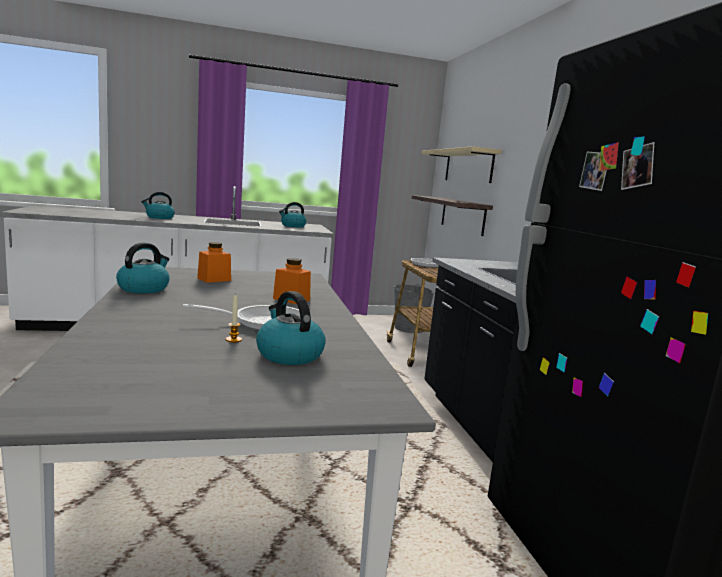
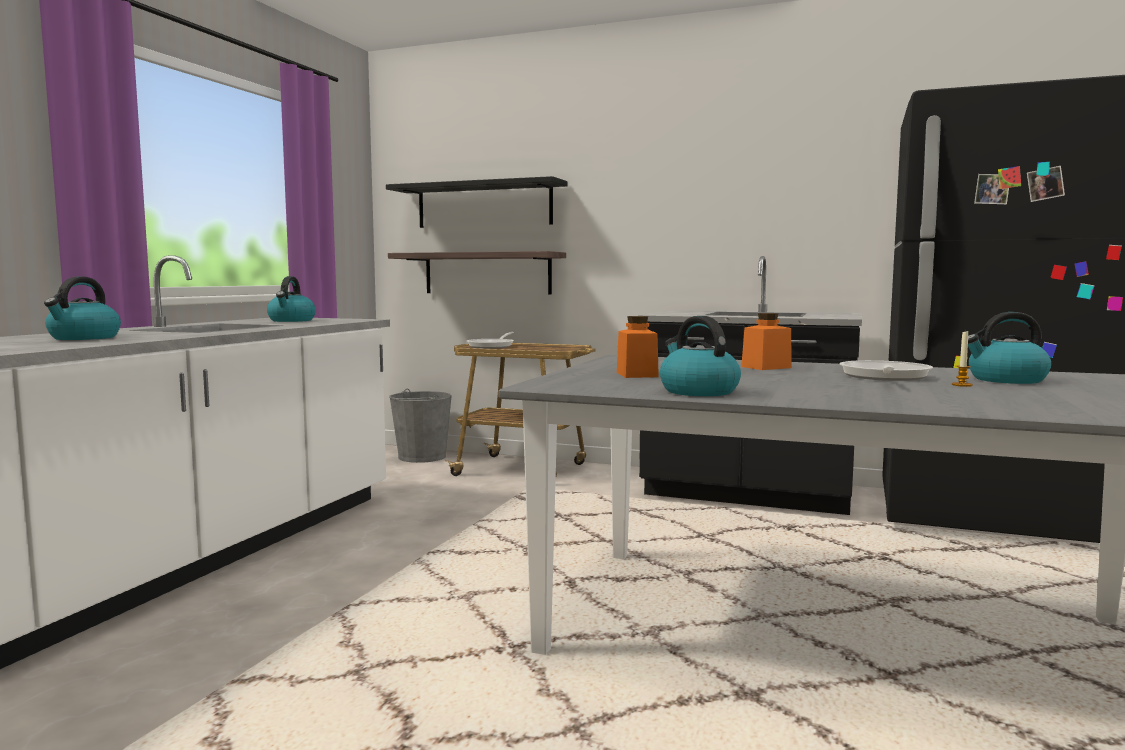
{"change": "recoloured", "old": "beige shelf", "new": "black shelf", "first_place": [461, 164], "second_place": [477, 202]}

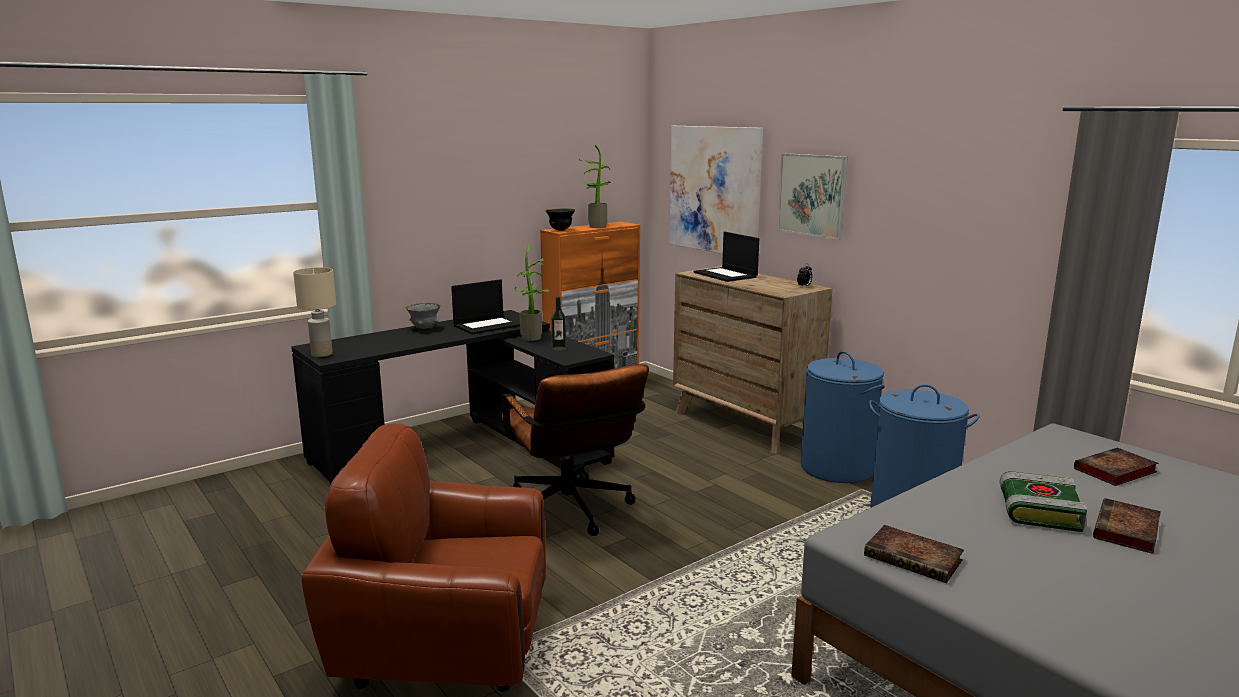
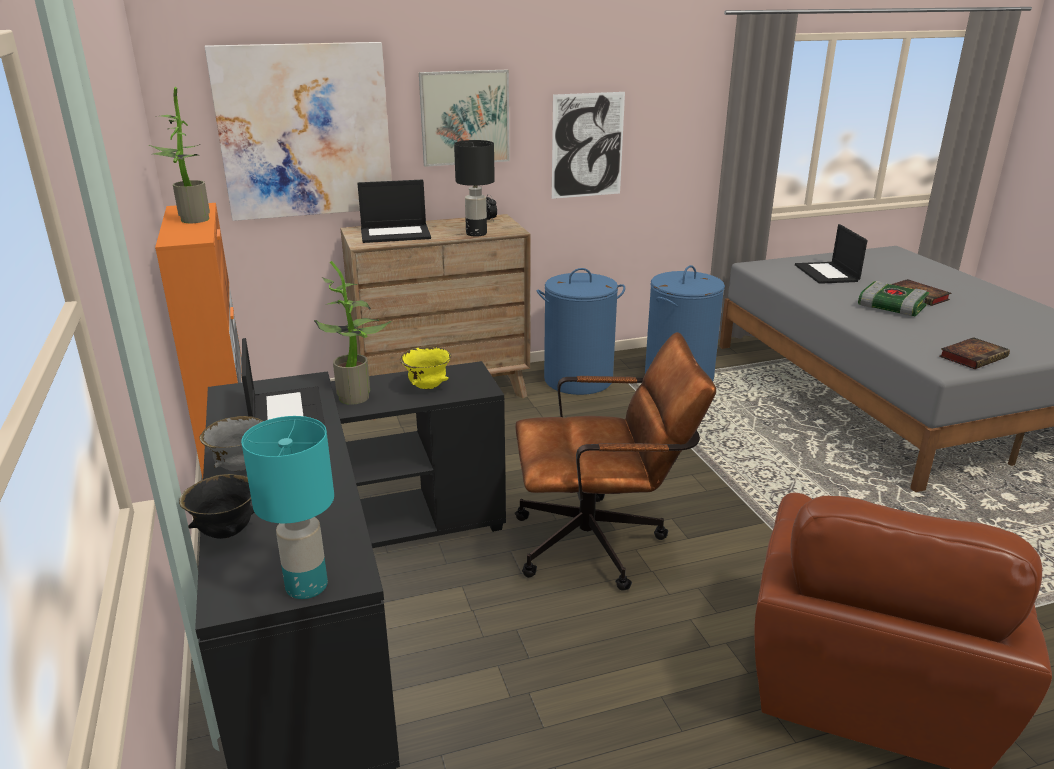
{"change": "moved", "old": "black bowl", "first_place": [560, 219], "second_place": [217, 506]}
{"change": "recoloured", "old": "beige table lamp", "new": "turquoise table lamp", "first_place": [314, 312], "second_place": [287, 507]}
{"change": "replaced", "old": "bottle", "new": "yellow bowl", "first_place": [558, 324], "second_place": [425, 367]}
{"change": "added", "new": "black table lamp", "second_place": [474, 188]}
{"change": "added", "new": "picture", "second_place": [588, 145]}
{"change": "replaced", "old": "book", "new": "laptop", "first_place": [1116, 467], "second_place": [831, 254]}

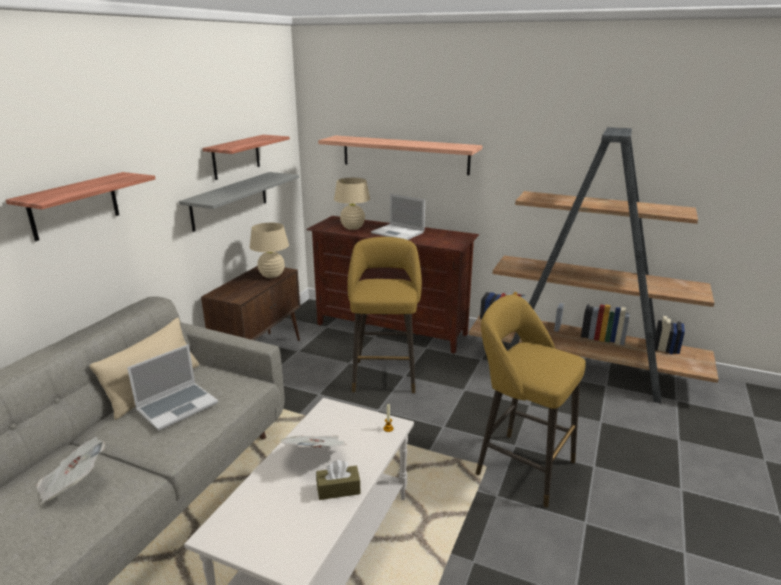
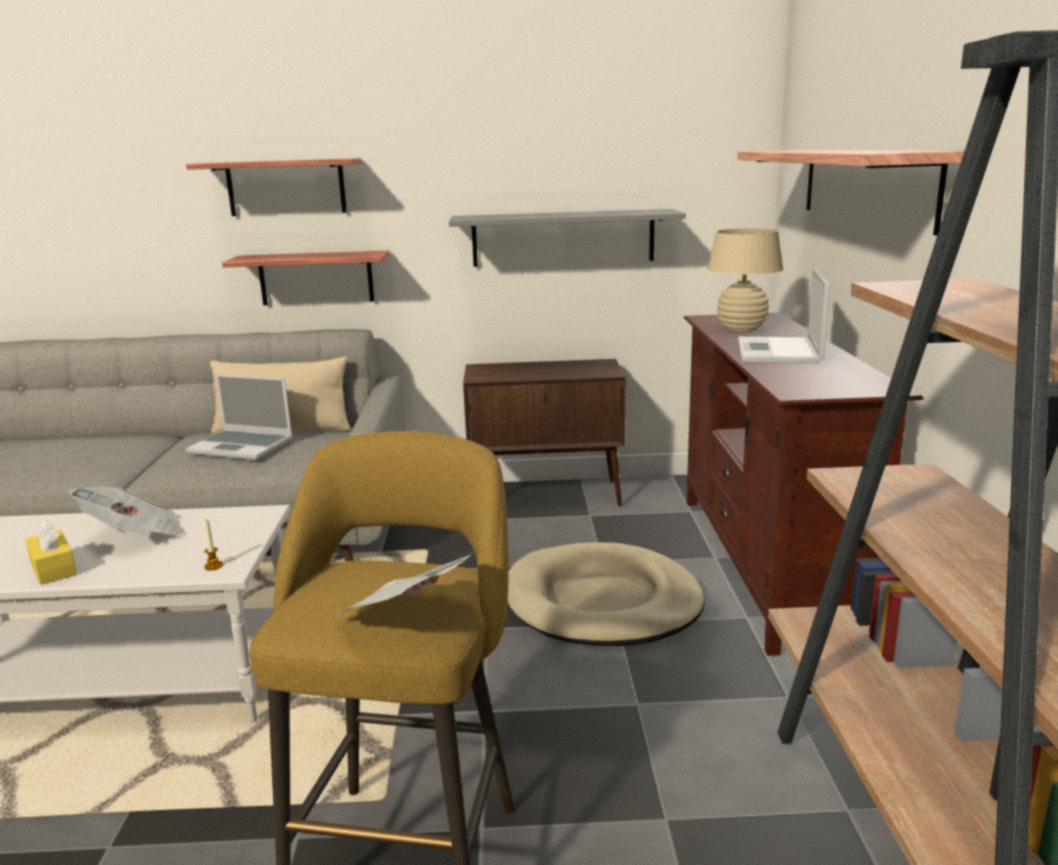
{"change": "recoloured", "old": "brown tissue box", "new": "yellow tissue box", "first_place": [338, 480], "second_place": [51, 552]}
{"change": "moved", "old": "shelf", "first_place": [246, 157], "second_place": [305, 278]}
{"change": "moved", "old": "newspaper", "first_place": [70, 470], "second_place": [409, 582]}
{"change": "replaced", "old": "yellow stool", "new": "beige dog bed", "first_place": [384, 315], "second_place": [606, 594]}
{"change": "removed", "old": "beige table lamp", "first_place": [269, 250]}

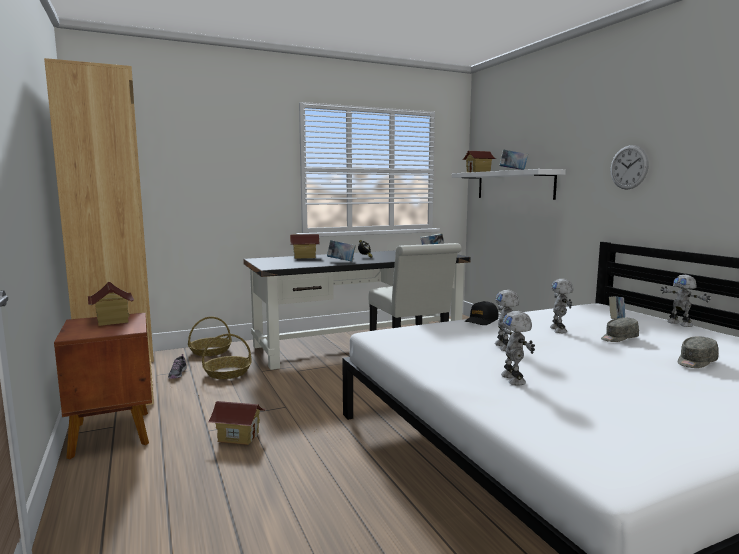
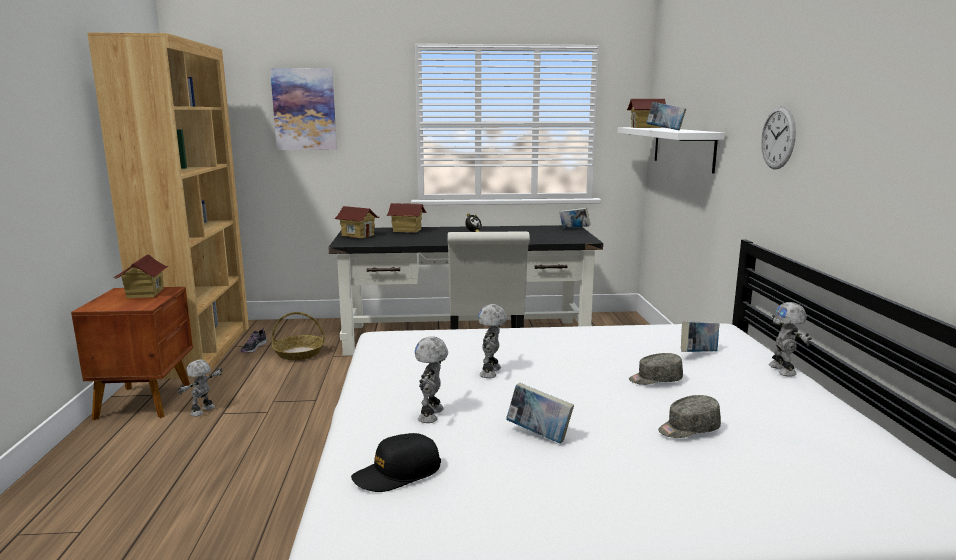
{"change": "moved", "old": "toy robot", "first_place": [562, 306], "second_place": [200, 387]}
{"change": "added", "new": "picture", "second_place": [303, 109]}
{"change": "moved", "old": "toy house", "first_place": [237, 423], "second_place": [357, 222]}
{"change": "moved", "old": "black cap", "first_place": [481, 313], "second_place": [396, 462]}
{"change": "moved", "old": "book", "first_place": [341, 251], "second_place": [540, 413]}
{"change": "removed", "old": "basket", "first_place": [210, 336]}

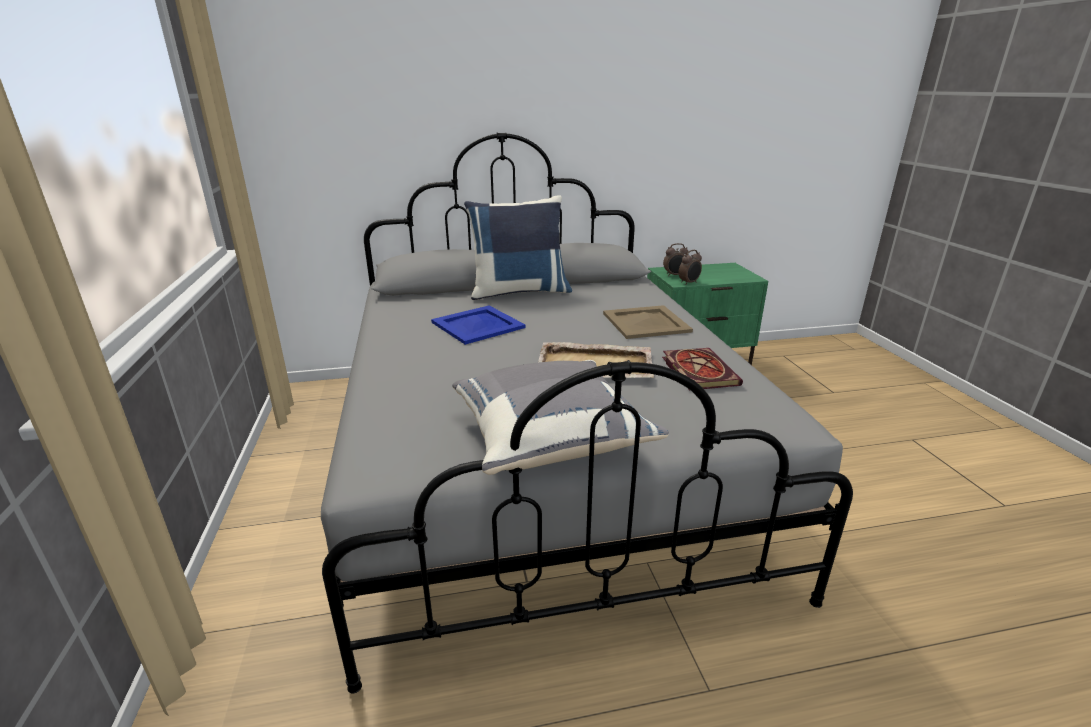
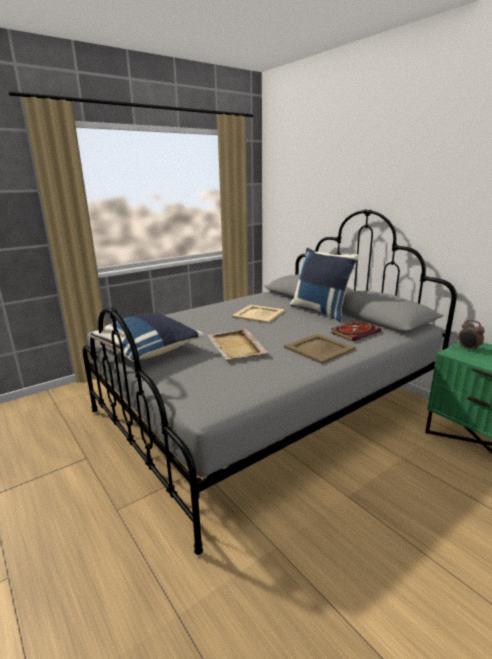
{"change": "recoloured", "old": "grey pillow", "new": "blue pillow", "first_place": [560, 417], "second_place": [147, 337]}
{"change": "recoloured", "old": "blue tray", "new": "beige tray", "first_place": [478, 325], "second_place": [258, 314]}
{"change": "moved", "old": "book", "first_place": [702, 368], "second_place": [356, 330]}
{"change": "removed", "old": "alarm clock", "first_place": [690, 267]}

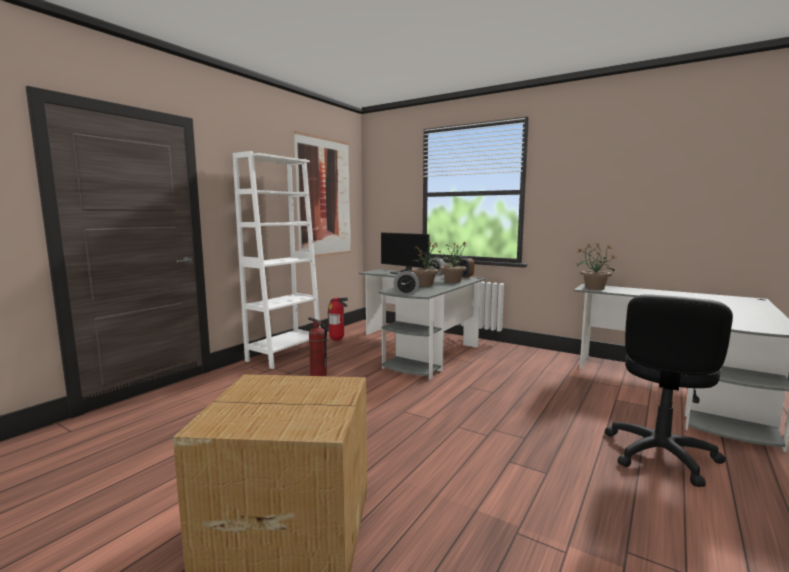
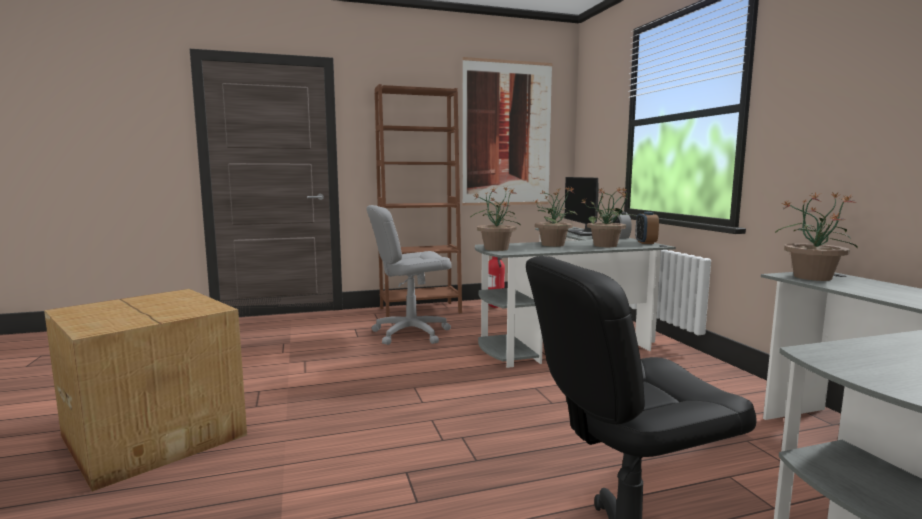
{"change": "replaced", "old": "fire extinguisher", "new": "grey office chair", "first_place": [317, 346], "second_place": [409, 275]}
{"change": "recoloured", "old": "white bookcase", "new": "brown bookcase", "first_place": [277, 260], "second_place": [418, 200]}
{"change": "replaced", "old": "alarm clock", "new": "potted plant", "first_place": [406, 281], "second_place": [495, 219]}

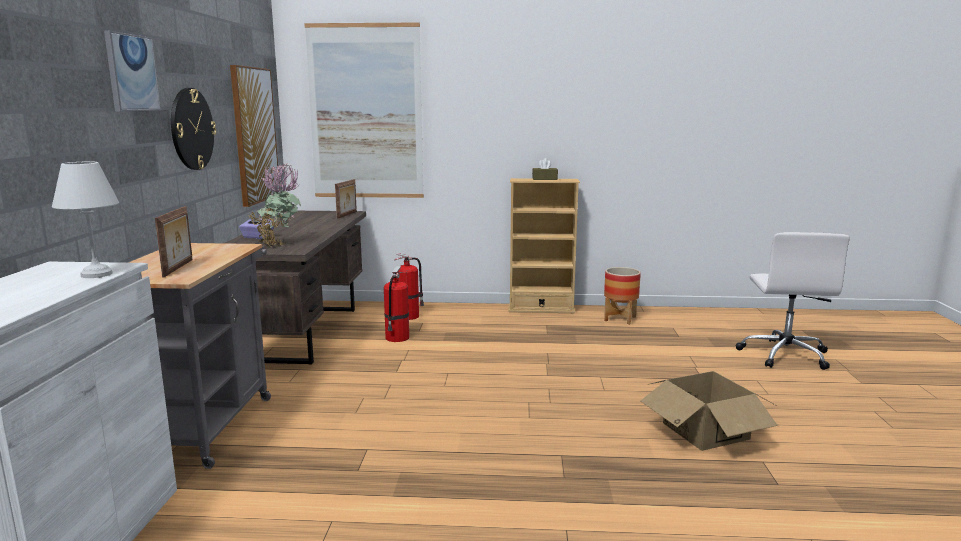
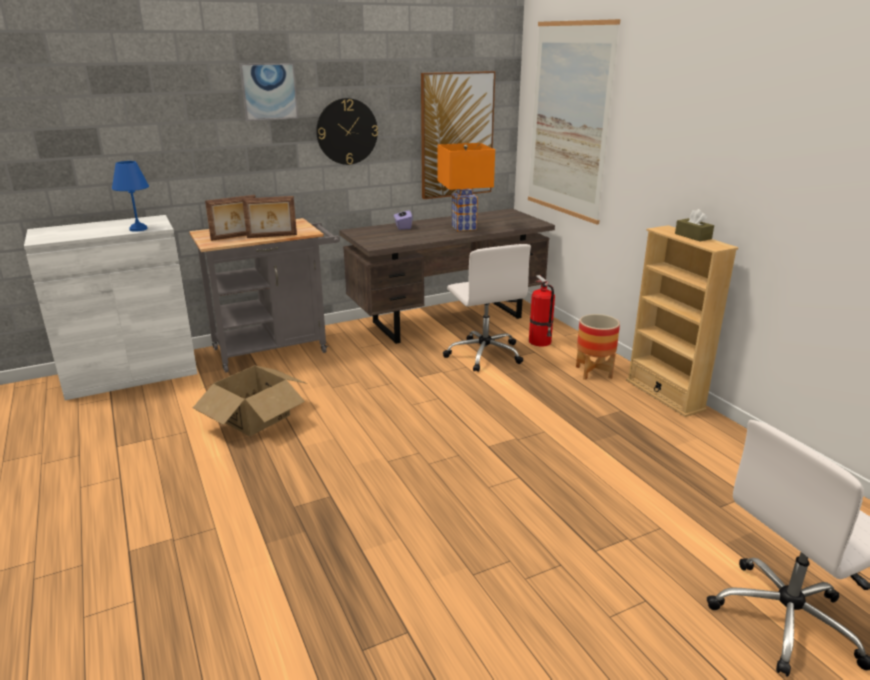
{"change": "recoloured", "old": "white table lamp", "new": "blue table lamp", "first_place": [85, 220], "second_place": [130, 196]}
{"change": "moved", "old": "cardboard box", "first_place": [709, 411], "second_place": [250, 401]}
{"change": "moved", "old": "picture frame", "first_place": [346, 199], "second_place": [269, 217]}
{"change": "added", "new": "orange table lamp", "second_place": [466, 187]}
{"change": "replaced", "old": "fire extinguisher", "new": "white office chair", "first_place": [396, 304], "second_place": [487, 308]}
{"change": "moved", "old": "planter", "first_place": [622, 296], "second_place": [598, 347]}
{"change": "removed", "old": "potted plant", "first_place": [274, 204]}

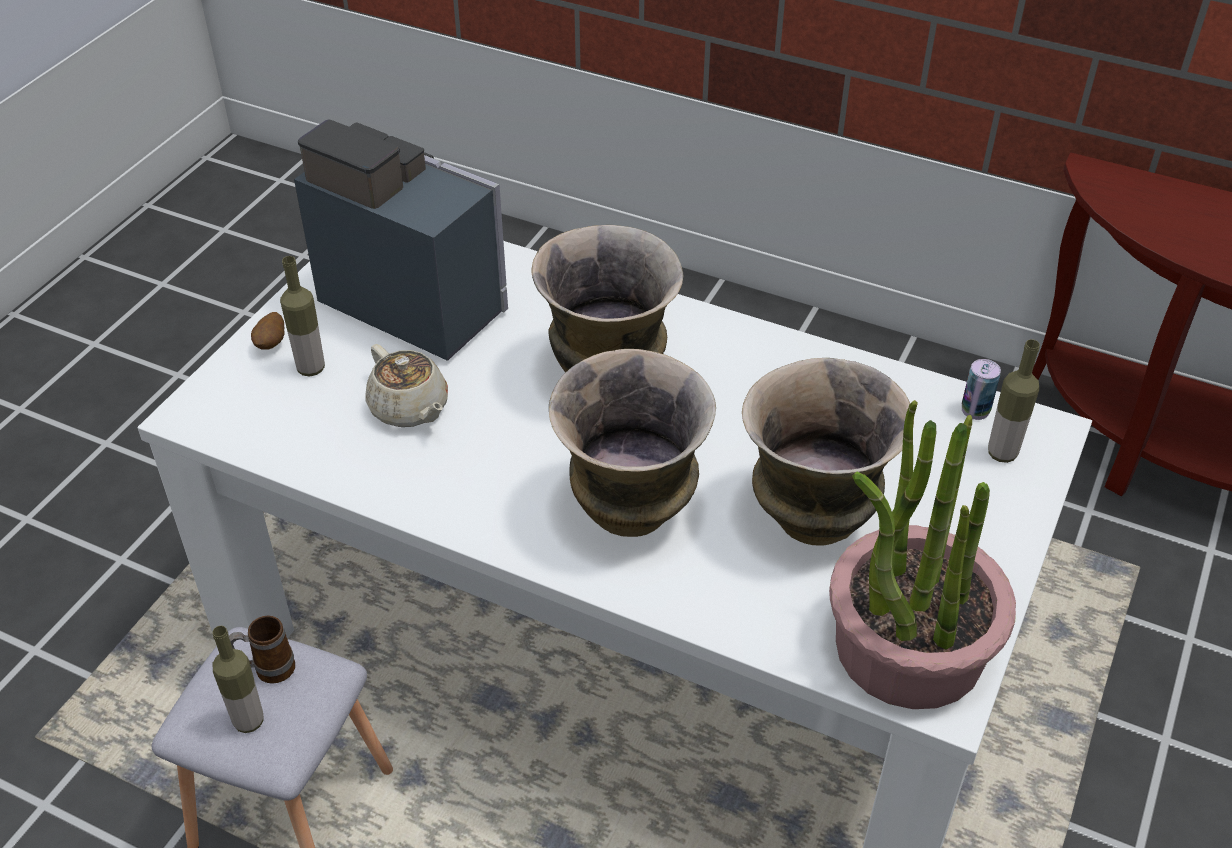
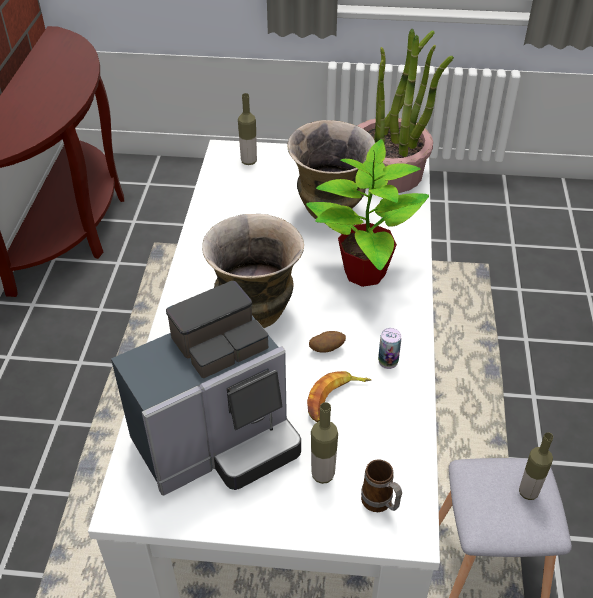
{"change": "turned", "old": "coffee machine", "first_place": [401, 240], "second_place": [206, 388], "degrees": -135}
{"change": "replaced", "old": "vase", "new": "potted plant", "first_place": [632, 443], "second_place": [367, 213]}
{"change": "replaced", "old": "beige teapot", "new": "banana", "first_place": [406, 385], "second_place": [339, 396]}
{"change": "moved", "old": "potato", "first_place": [268, 331], "second_place": [327, 342]}
{"change": "moved", "old": "mug", "first_place": [262, 650], "second_place": [381, 485]}
{"change": "moved", "old": "can", "first_place": [981, 389], "second_place": [389, 348]}

